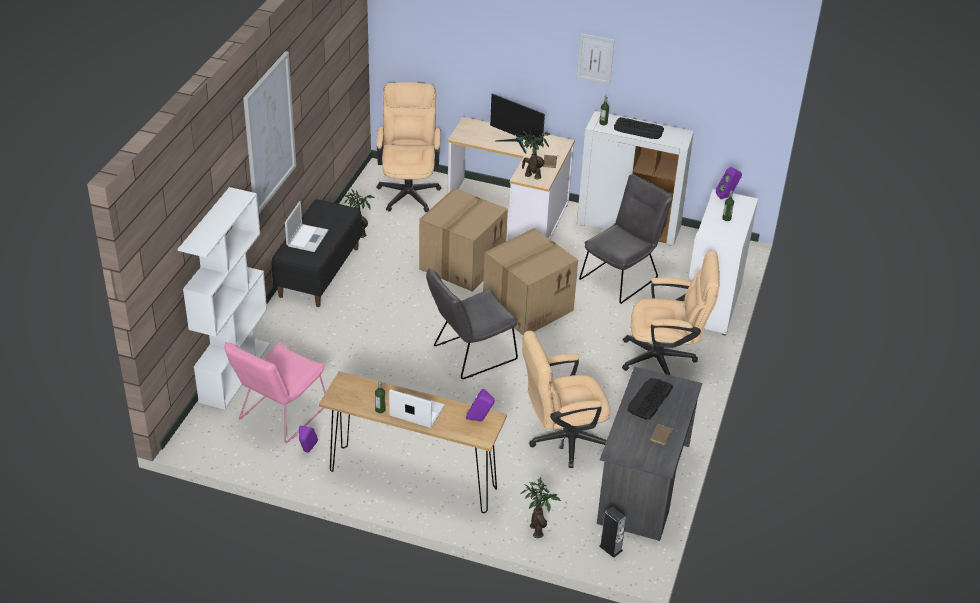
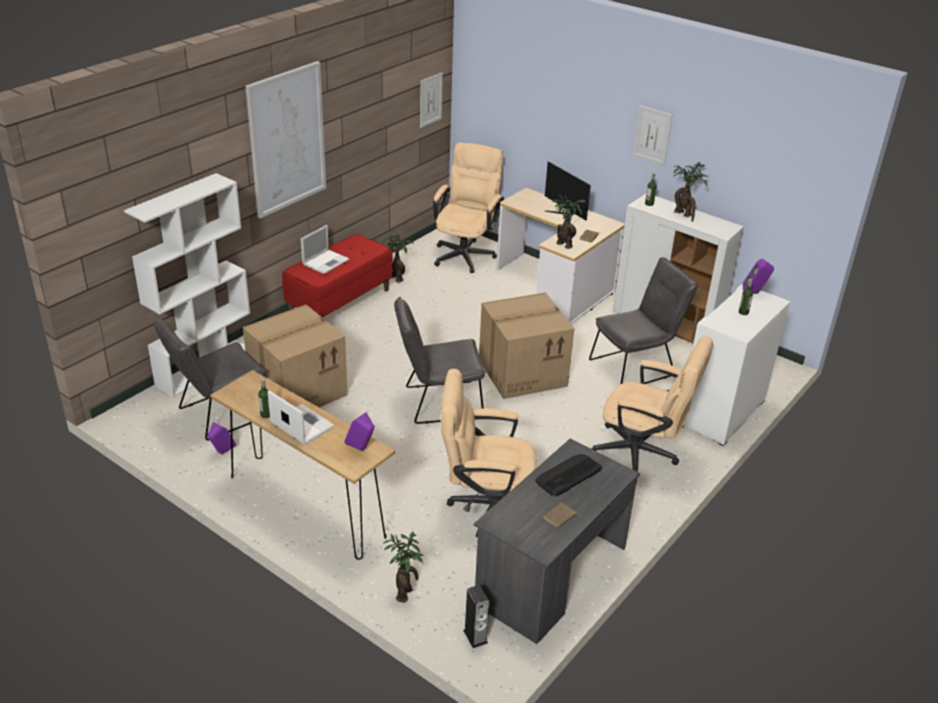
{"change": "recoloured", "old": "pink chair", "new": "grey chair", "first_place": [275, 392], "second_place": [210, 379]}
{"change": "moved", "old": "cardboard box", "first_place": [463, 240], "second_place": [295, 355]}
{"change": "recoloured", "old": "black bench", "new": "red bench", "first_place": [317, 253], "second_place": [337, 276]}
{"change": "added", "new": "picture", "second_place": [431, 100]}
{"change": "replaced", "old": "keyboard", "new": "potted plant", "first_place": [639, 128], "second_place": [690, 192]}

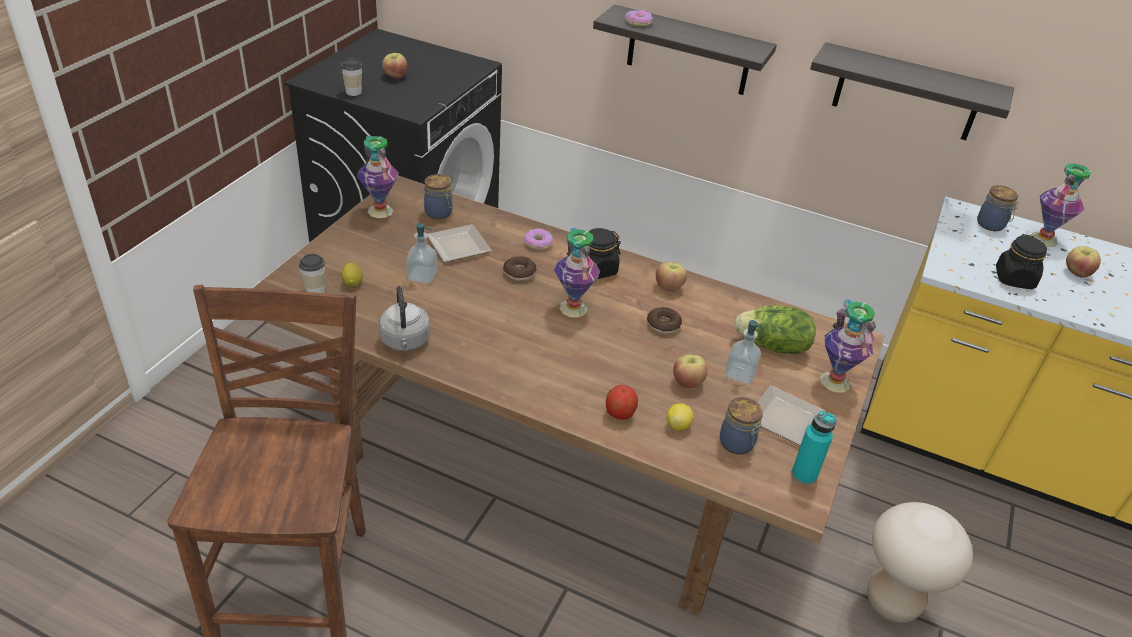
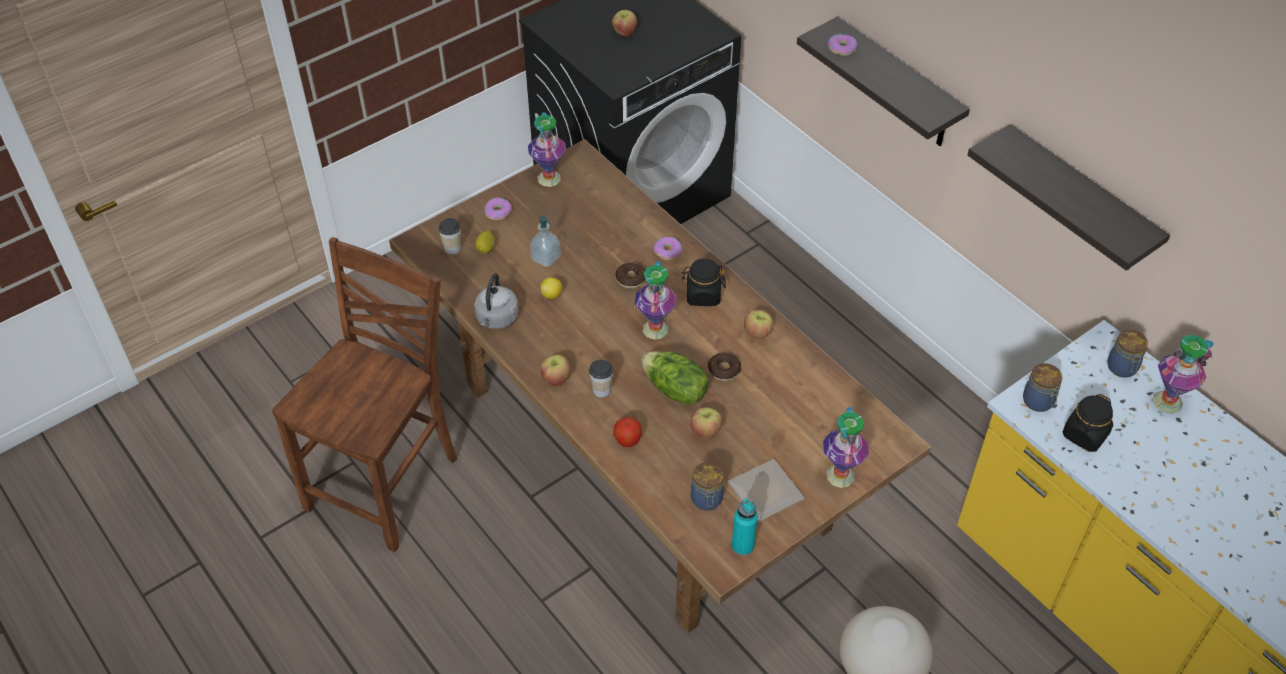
{"change": "added", "new": "donut", "second_place": [498, 209]}
{"change": "moved", "old": "lemon", "first_place": [680, 417], "second_place": [551, 288]}
{"change": "moved", "old": "apple", "first_place": [1083, 262], "second_place": [556, 370]}
{"change": "moved", "old": "cup", "first_place": [351, 77], "second_place": [601, 378]}
{"change": "moved", "old": "lettuce", "first_place": [775, 329], "second_place": [675, 378]}
{"change": "moved", "old": "jar", "first_place": [438, 196], "second_place": [1043, 387]}
{"change": "removed", "old": "plate", "first_place": [459, 243]}
{"change": "removed", "old": "soap dispenser", "first_place": [744, 352]}

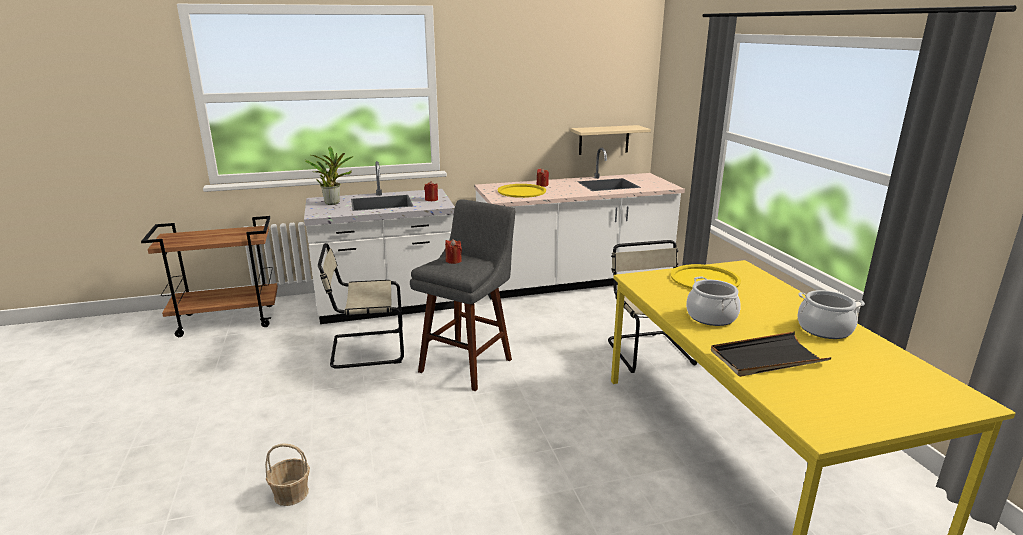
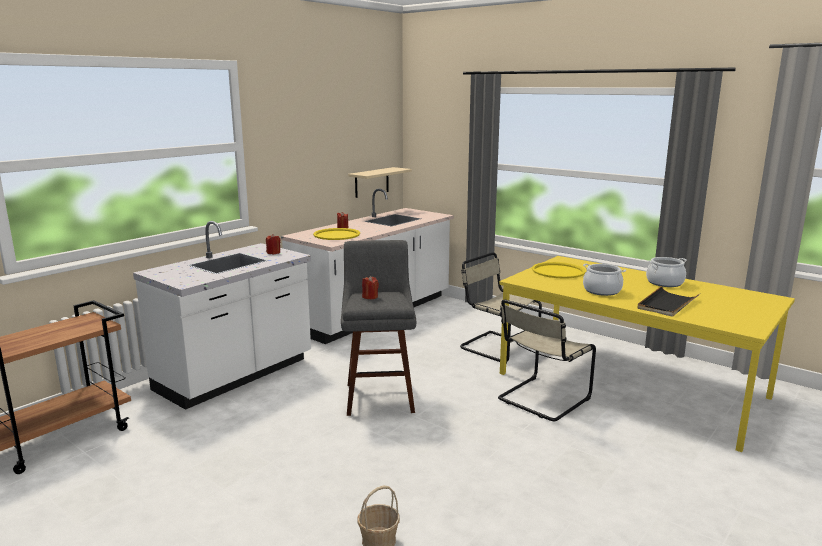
{"change": "moved", "old": "beige chair", "first_place": [361, 306], "second_place": [547, 360]}
{"change": "removed", "old": "potted plant", "first_place": [329, 176]}

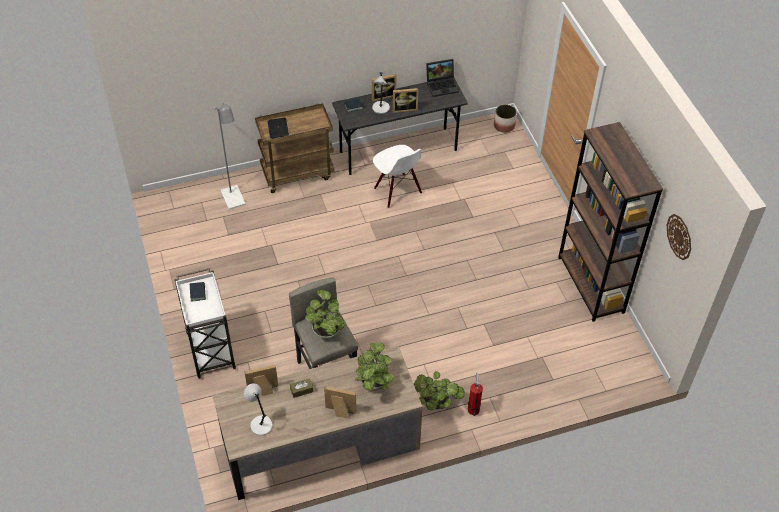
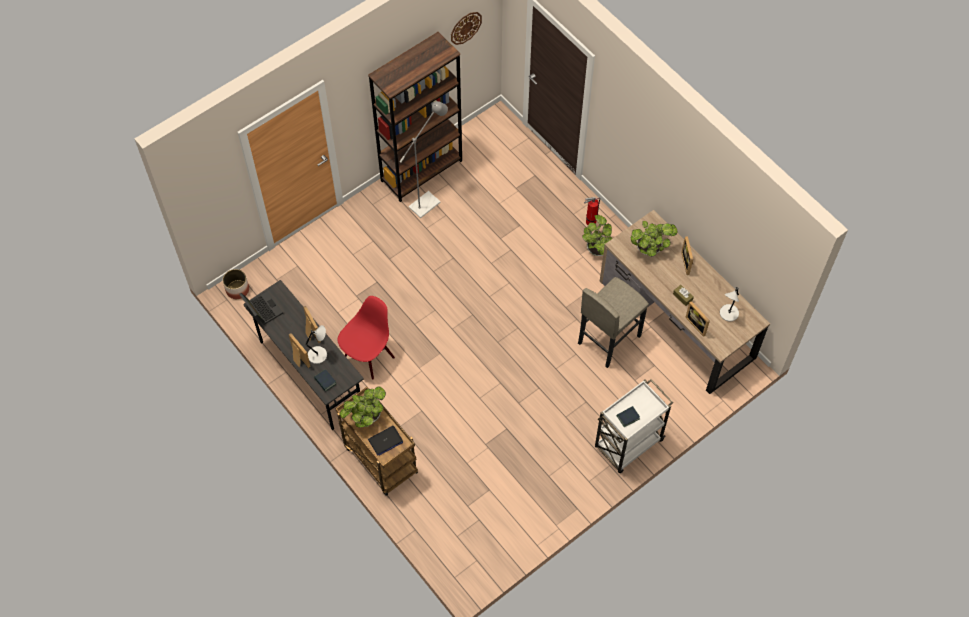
{"change": "recoloured", "old": "white chair", "new": "red chair", "first_place": [397, 176], "second_place": [366, 338]}
{"change": "moved", "old": "potted plant", "first_place": [325, 314], "second_place": [363, 407]}
{"change": "moved", "old": "grey floor lamp", "first_place": [229, 156], "second_place": [423, 159]}

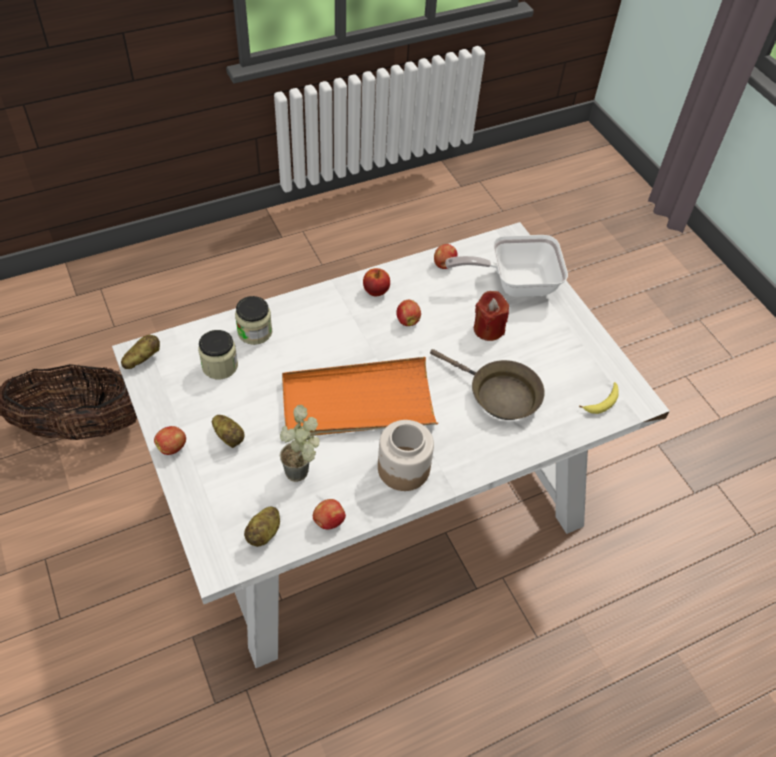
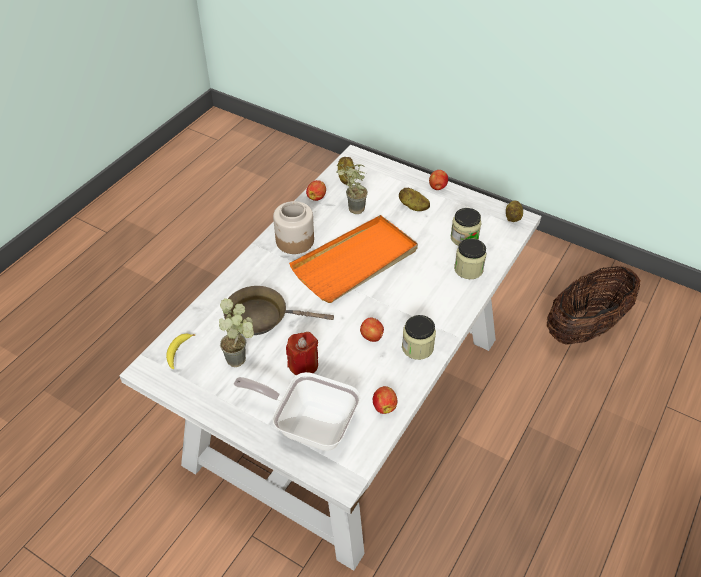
{"change": "added", "new": "potted plant", "second_place": [236, 332]}
{"change": "turned", "old": "frying pan", "first_place": [506, 266], "second_place": [297, 411], "degrees": -120}
{"change": "replaced", "old": "apple", "new": "jar", "first_place": [376, 282], "second_place": [419, 337]}

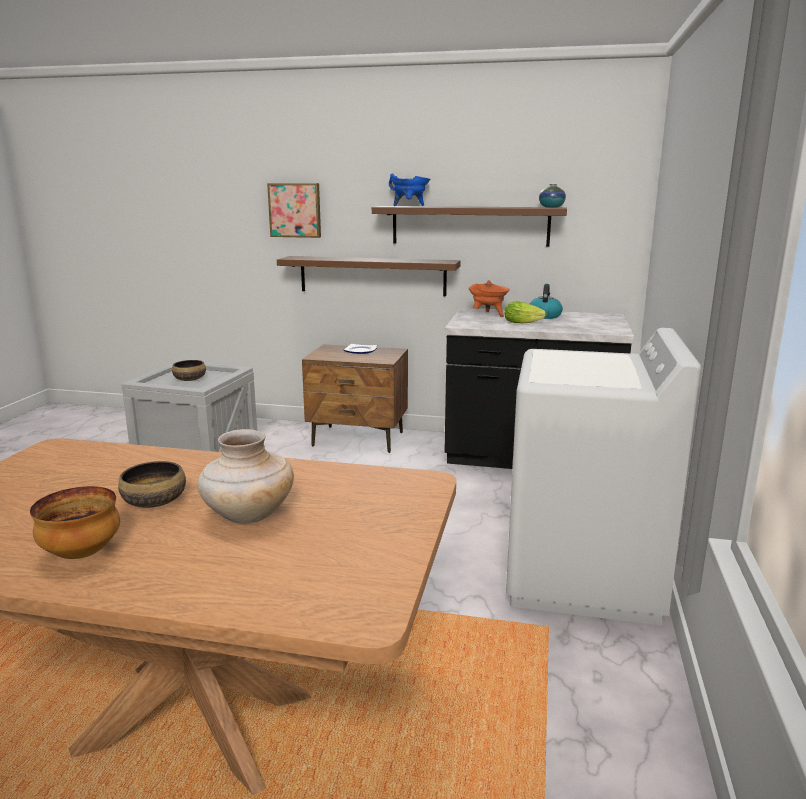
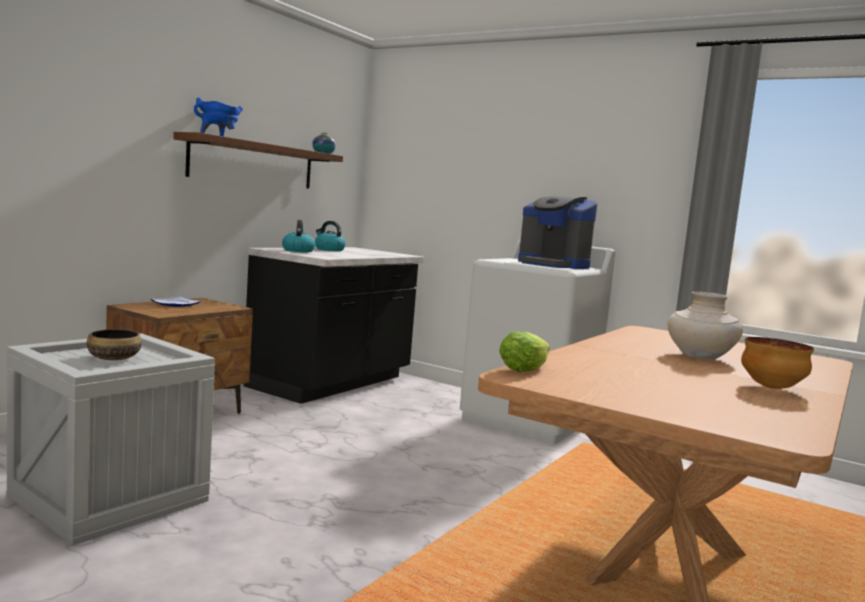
{"change": "replaced", "old": "orange cooking pot", "new": "kettle", "first_place": [489, 298], "second_place": [298, 236]}
{"change": "moved", "old": "lettuce", "first_place": [525, 312], "second_place": [524, 352]}
{"change": "added", "new": "coffee machine", "second_place": [557, 232]}
{"change": "removed", "old": "bowl", "first_place": [152, 484]}
{"change": "removed", "old": "picture", "first_place": [294, 210]}
{"change": "removed", "old": "brown shelf", "first_place": [369, 276]}

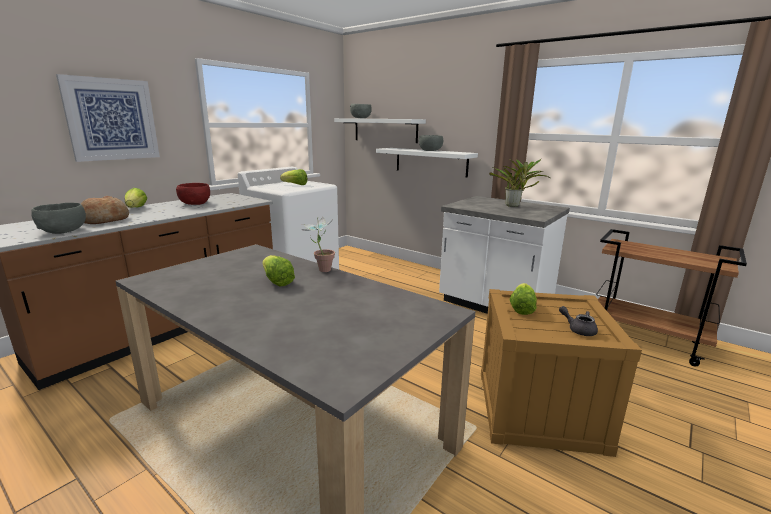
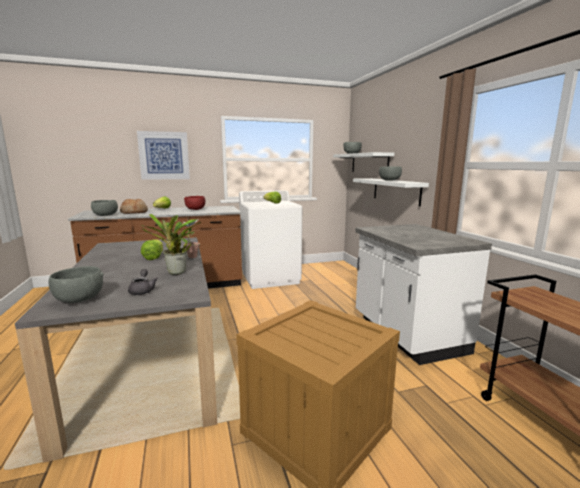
{"change": "added", "new": "grey bowl", "second_place": [76, 284]}
{"change": "moved", "old": "grey teapot", "first_place": [578, 321], "second_place": [143, 282]}
{"change": "moved", "old": "potted plant", "first_place": [520, 182], "second_place": [171, 244]}
{"change": "removed", "old": "lettuce", "first_place": [523, 299]}

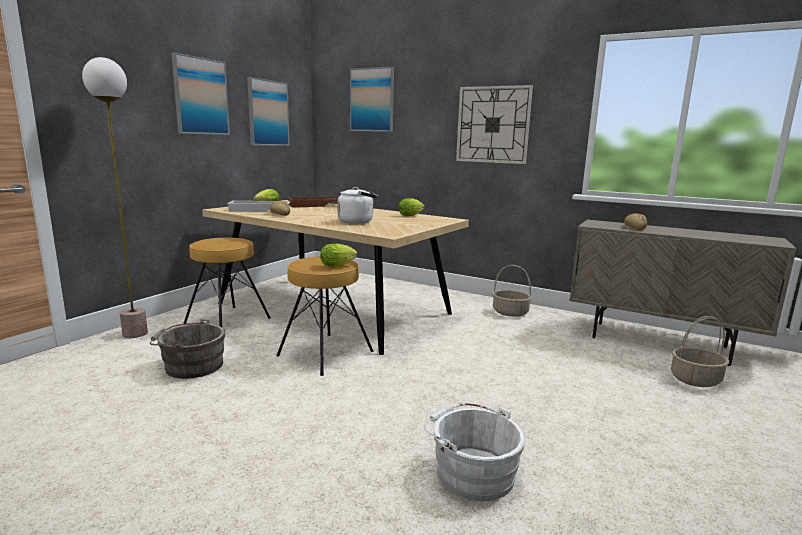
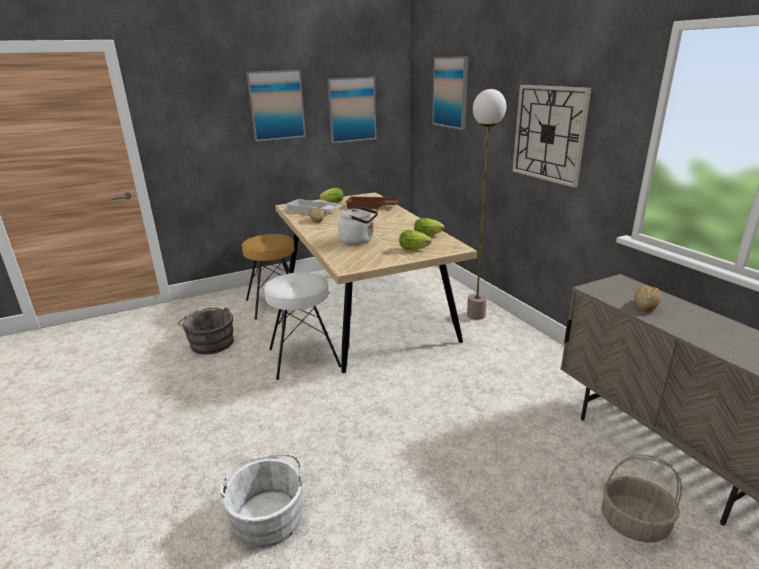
{"change": "recoloured", "old": "brown stool", "new": "white stool", "first_place": [325, 316], "second_place": [303, 326]}
{"change": "moved", "old": "lettuce", "first_place": [338, 255], "second_place": [415, 240]}
{"change": "moved", "old": "floor lamp", "first_place": [115, 197], "second_place": [486, 204]}
{"change": "removed", "old": "basket", "first_place": [512, 291]}

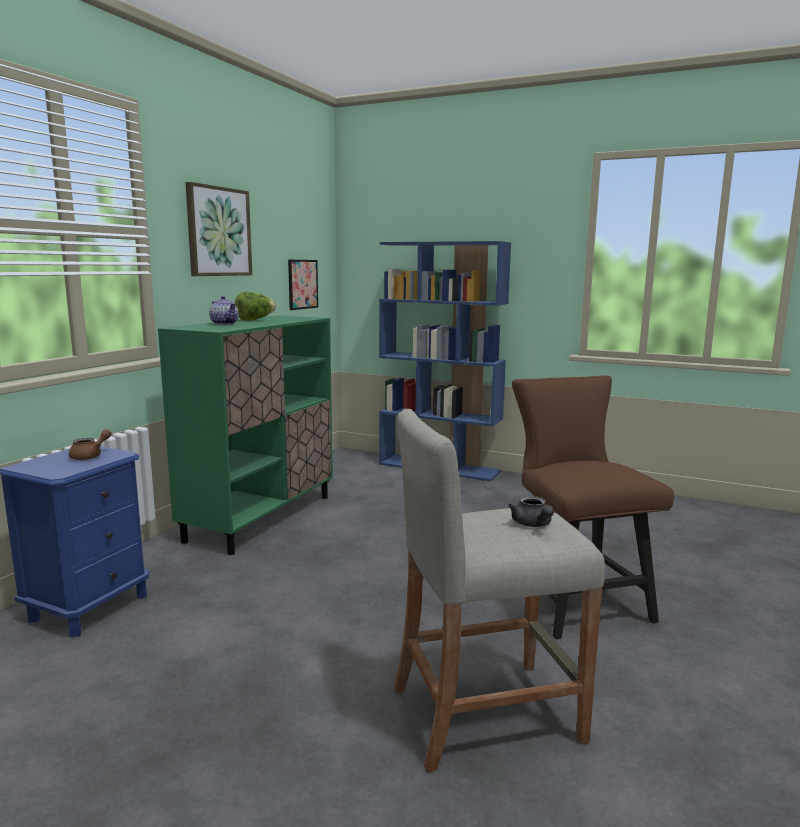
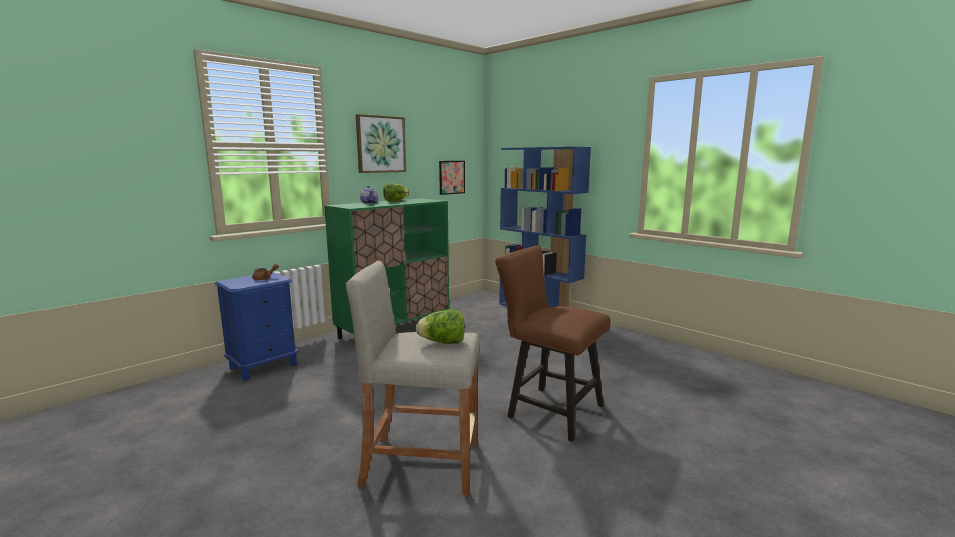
{"change": "replaced", "old": "grey teapot", "new": "lettuce", "first_place": [531, 511], "second_place": [440, 326]}
{"change": "turned", "old": "brown chair", "first_place": [593, 507], "second_place": [553, 343], "degrees": -60}

